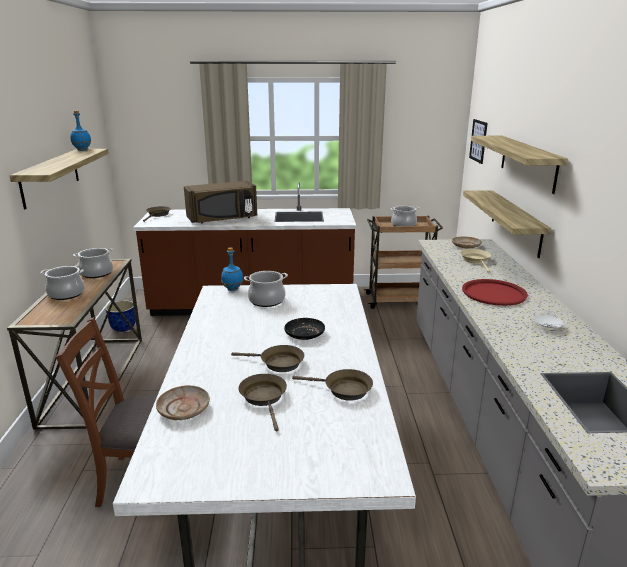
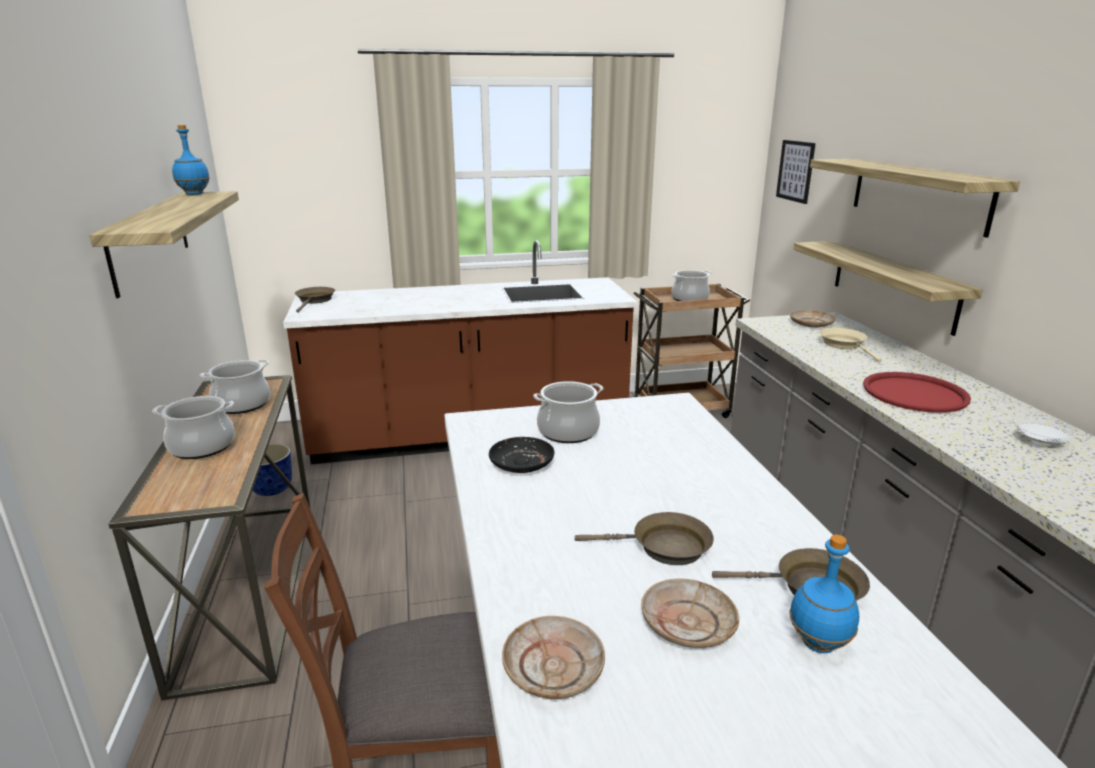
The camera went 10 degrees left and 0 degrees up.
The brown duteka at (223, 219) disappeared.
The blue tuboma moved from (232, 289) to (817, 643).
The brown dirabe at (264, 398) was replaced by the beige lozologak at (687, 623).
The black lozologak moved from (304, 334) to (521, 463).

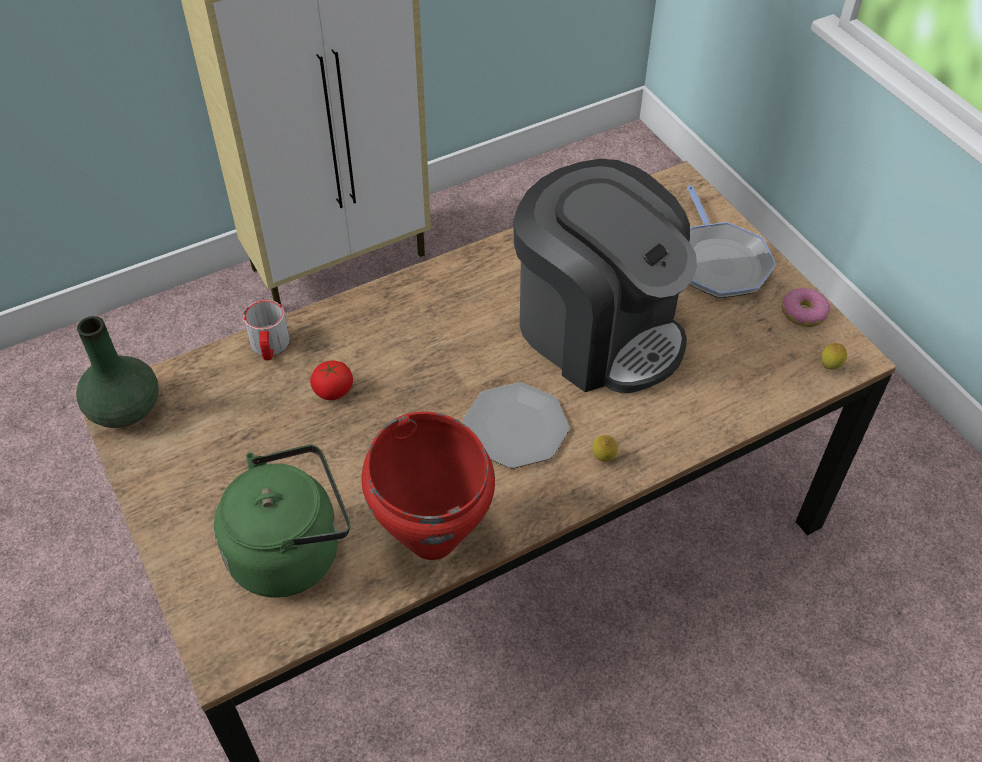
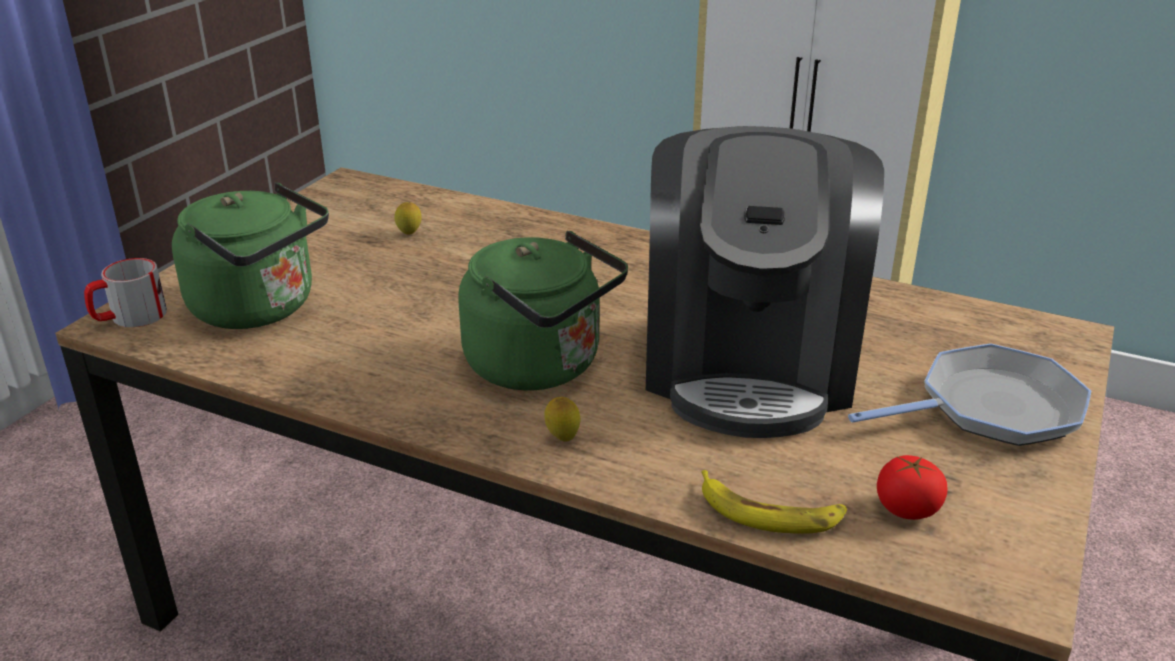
The camera went 55 degrees right and 20 degrees down.
The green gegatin at (125, 408) disappeared.
The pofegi moved from (269, 346) to (129, 317).
The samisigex moved from (333, 391) to (907, 509).
The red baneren at (433, 537) disappeared.
The lozologak at (516, 427) was replaced by the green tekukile at (541, 366).
The dirabe at (718, 262) turned 150 degrees counterclockwise.
The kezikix at (803, 313) disappeared.
The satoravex moved from (830, 367) to (409, 234).
The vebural at (769, 512) appeared.

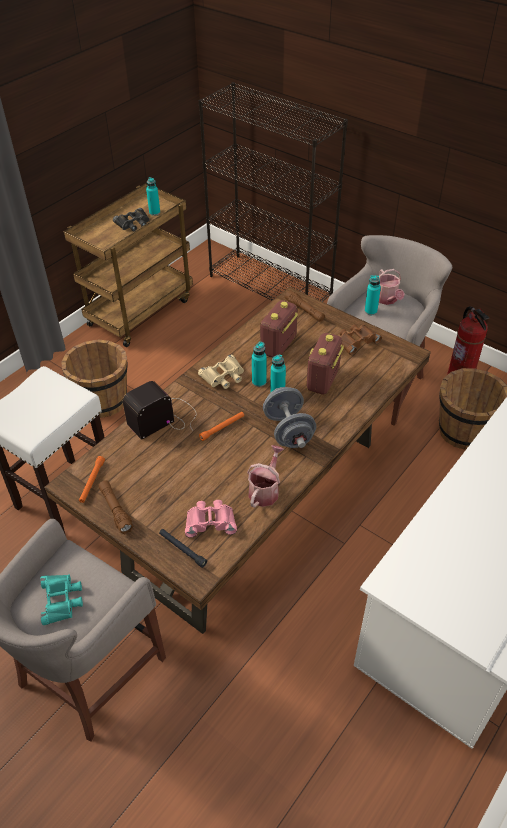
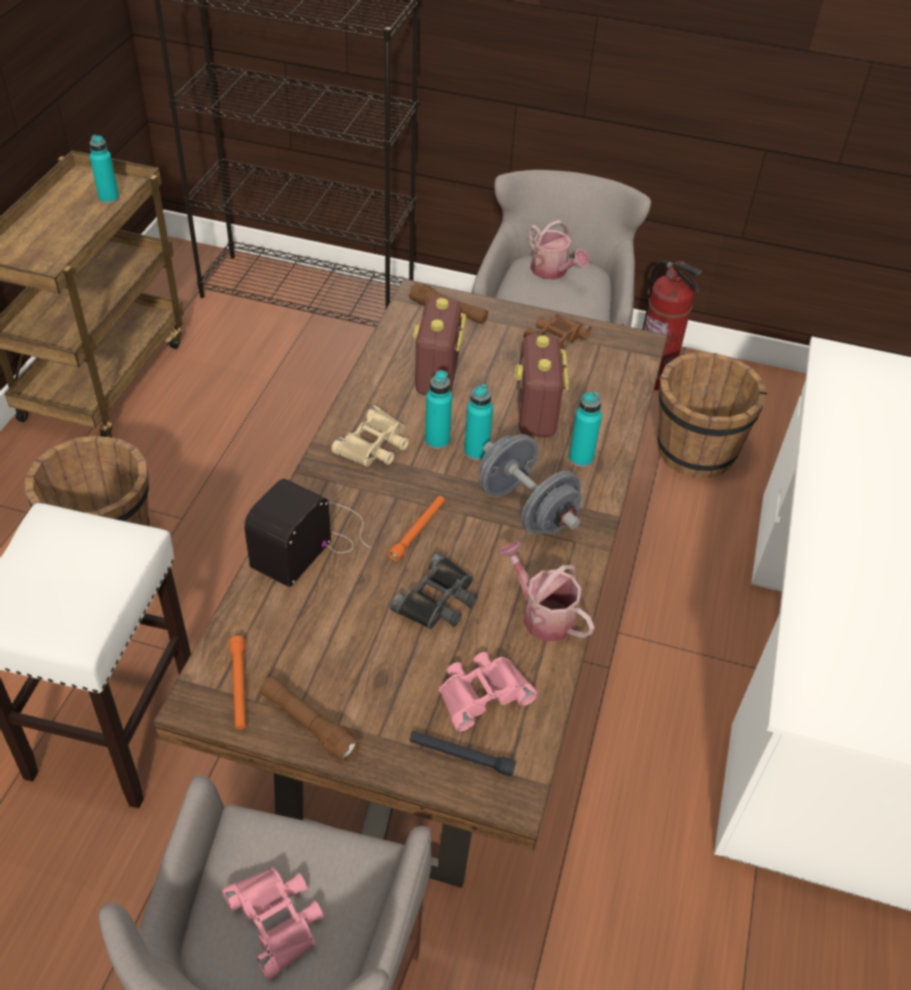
The camera went 25 degrees left and 0 degrees up.
The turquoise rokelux at (61, 600) became the pink rokelux at (277, 919).
The black rokelux moved from (133, 223) to (438, 600).
The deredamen at (265, 490) turned 45 degrees counterclockwise.
The turquoise tuboma moved from (370, 311) to (581, 458).

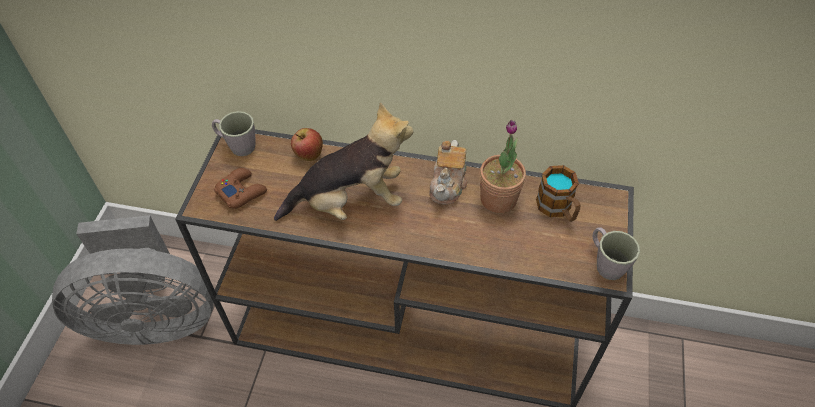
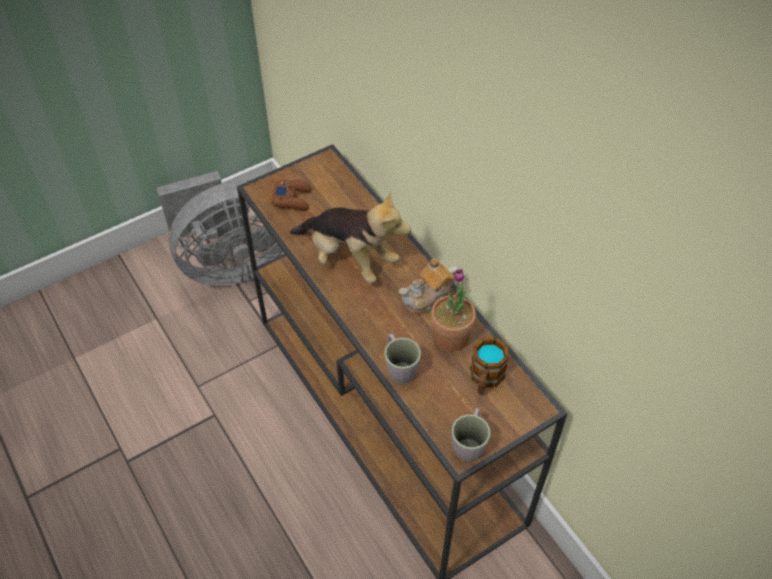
The camera went 45 degrees right and 0 degrees up.
The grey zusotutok at (154, 317) turned 60 degrees counterclockwise.
The grey pofegi moved from (237, 145) to (399, 367).
The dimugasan at (308, 155) disappeared.

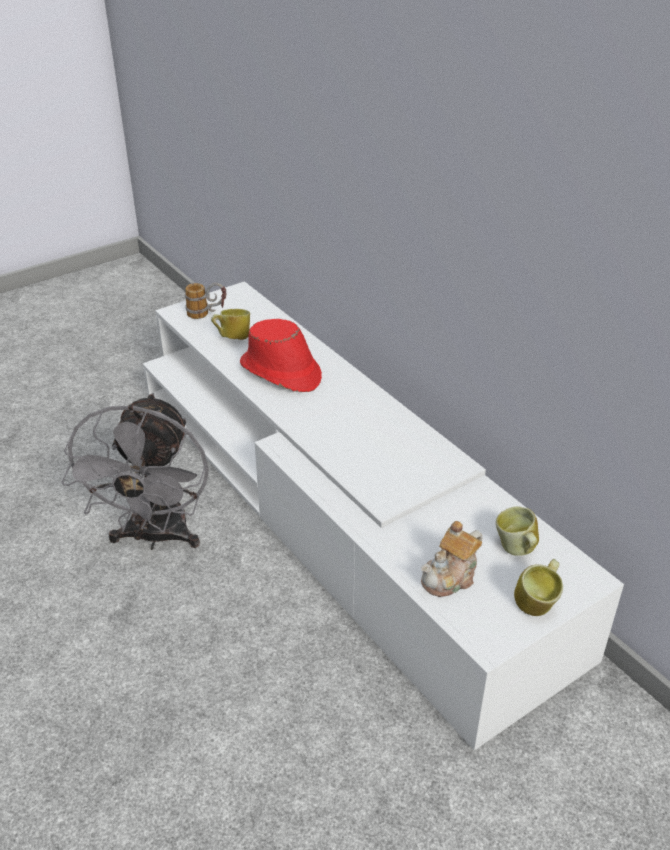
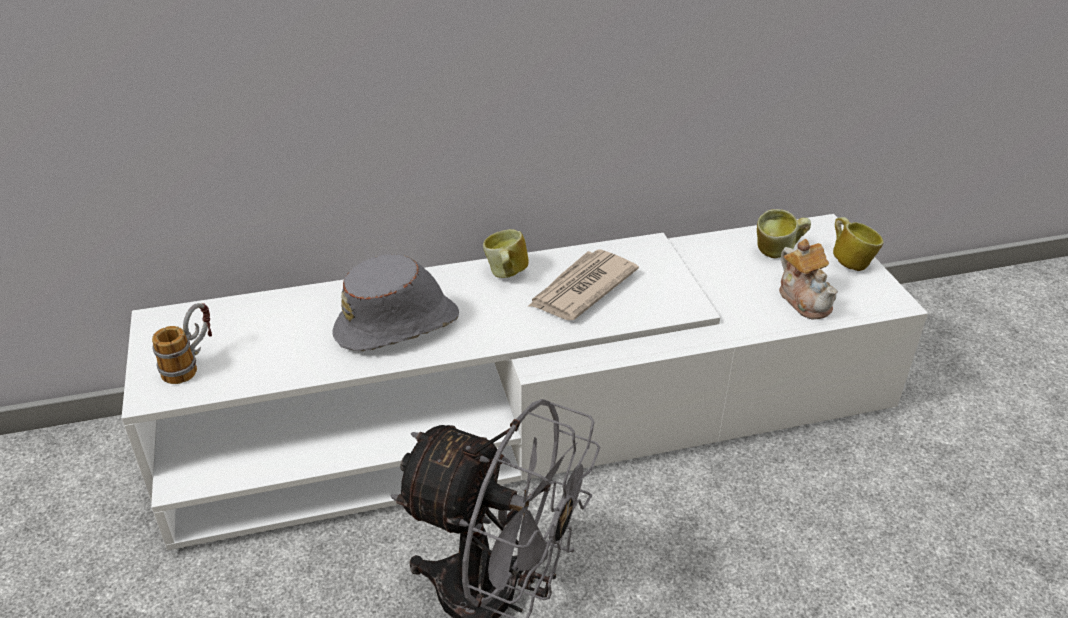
The camera went 70 degrees left and 0 degrees up.
The pofegi moved from (232, 338) to (505, 275).
The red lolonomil at (281, 373) became the grey lolonomil at (398, 325).
The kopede at (581, 289) appeared.

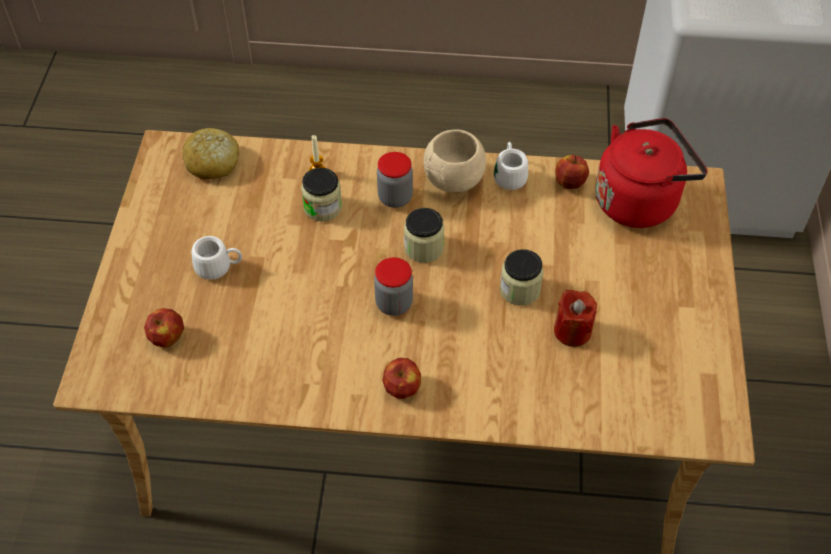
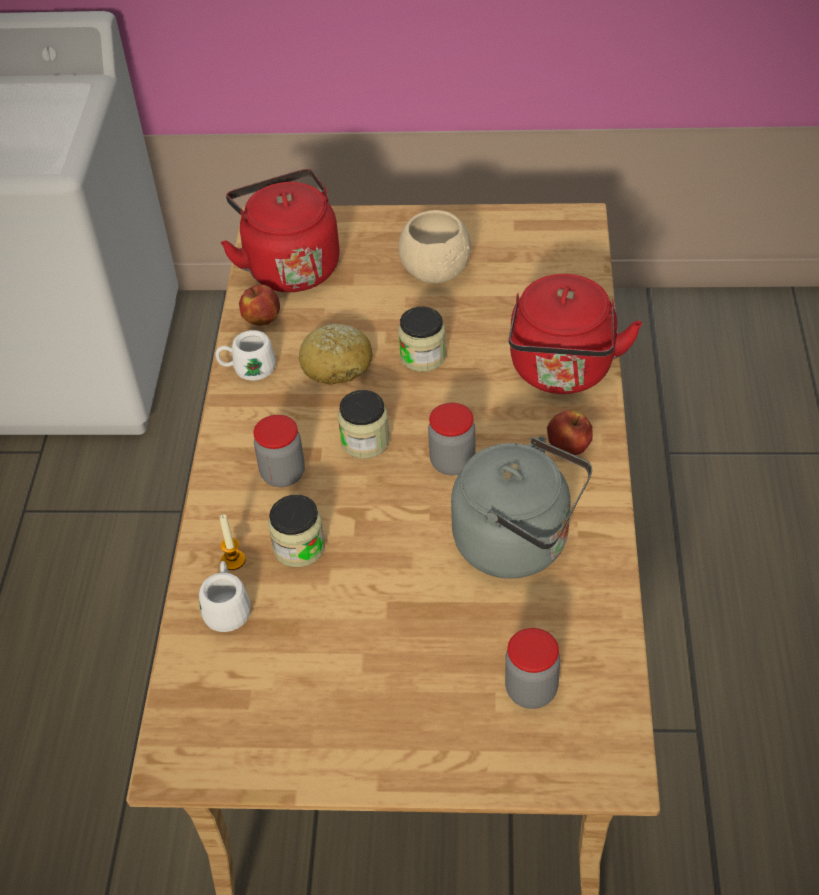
The camera went 90 degrees left and 5 degrees down.
The dimugasan at (168, 337) was replaced by the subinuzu at (531, 690).
The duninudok moved from (212, 162) to (337, 364).
The white pofegi moved from (219, 267) to (227, 607).
The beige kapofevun moved from (454, 180) to (436, 271).
The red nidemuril at (572, 331) disappeared.
The grey tekukile at (519, 543) appeared.
The red tekukile at (562, 372) appeared.

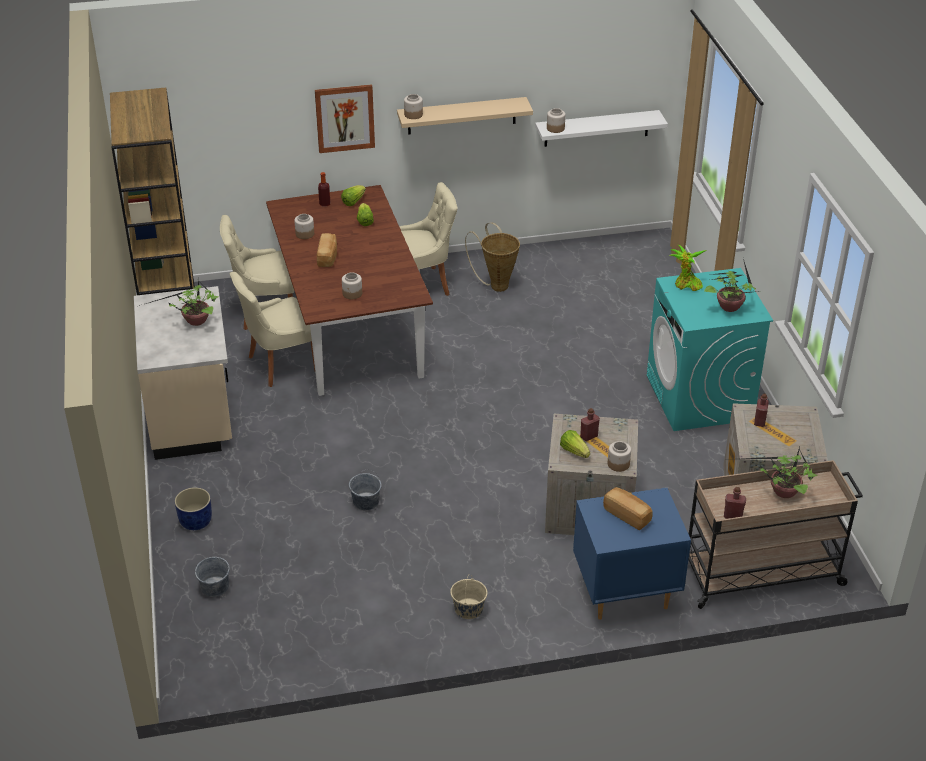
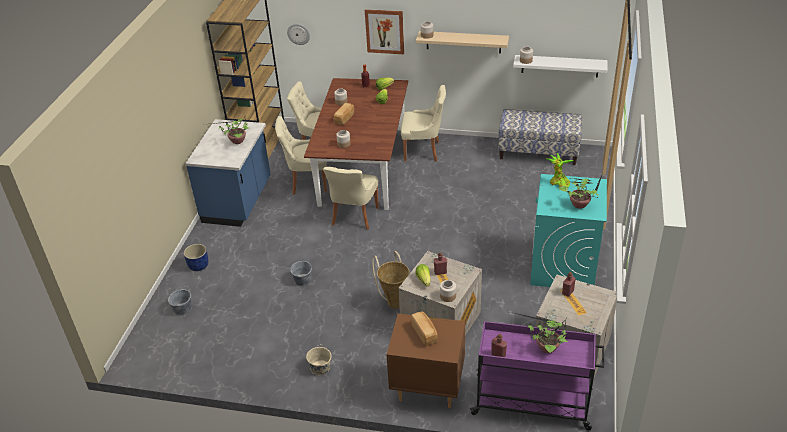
The camera went 25 degrees right and 0 degrees up.
The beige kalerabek at (192, 416) became the blue kalerabek at (238, 201).
The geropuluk moved from (496, 284) to (394, 301).
The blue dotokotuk at (625, 594) became the brown dotokotuk at (427, 388).
The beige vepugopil at (762, 573) became the purple vepugopil at (533, 403).
The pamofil at (298, 33) appeared.
The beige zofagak at (354, 217) appeared.
The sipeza at (538, 152) appeared.

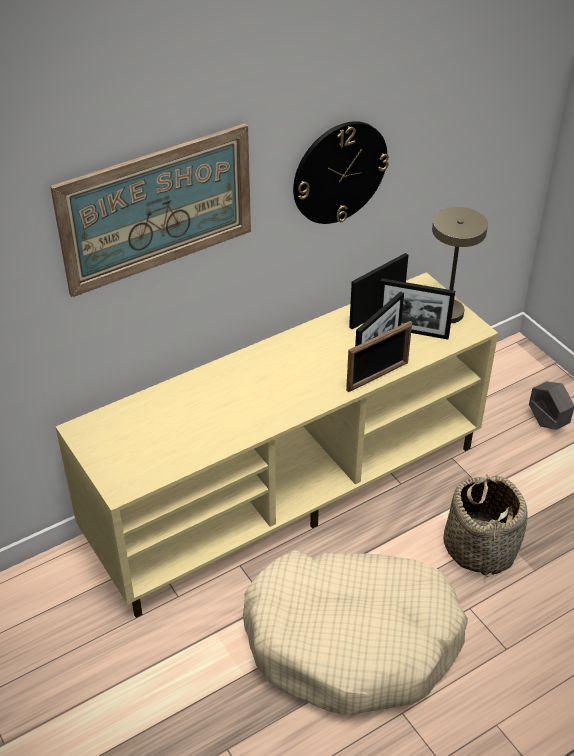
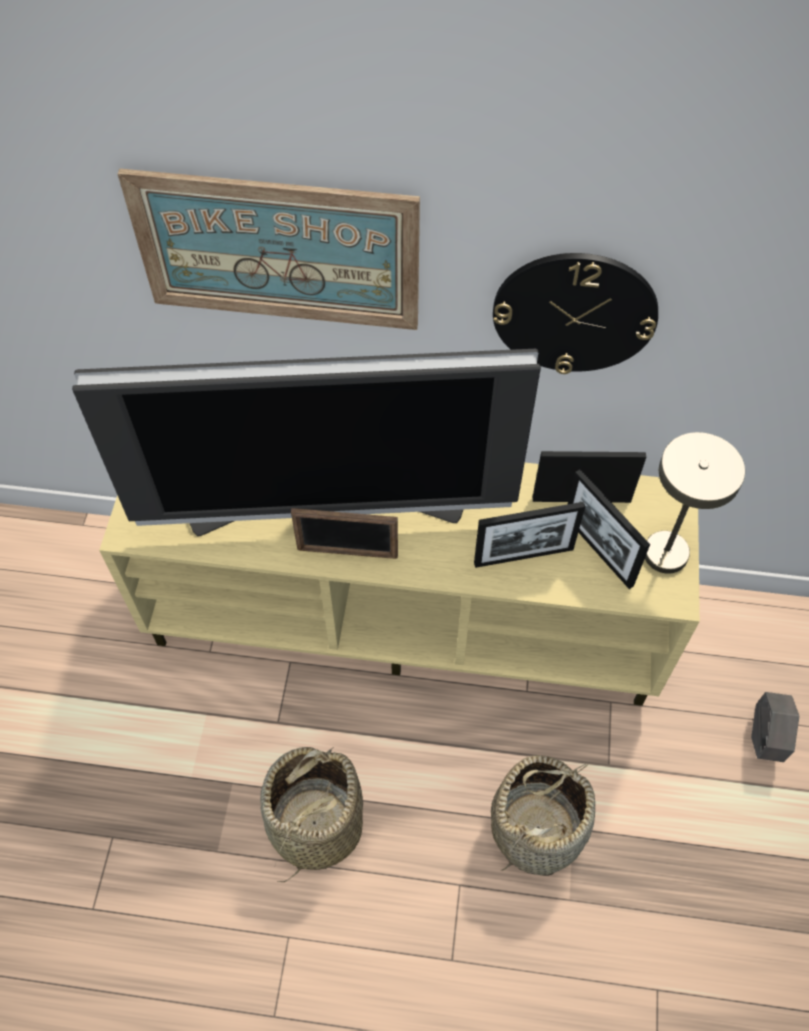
The camera went 40 degrees right and 15 degrees up.
The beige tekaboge at (352, 641) was replaced by the geropuluk at (315, 824).
The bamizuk moved from (377, 376) to (347, 552).
The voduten at (327, 508) appeared.

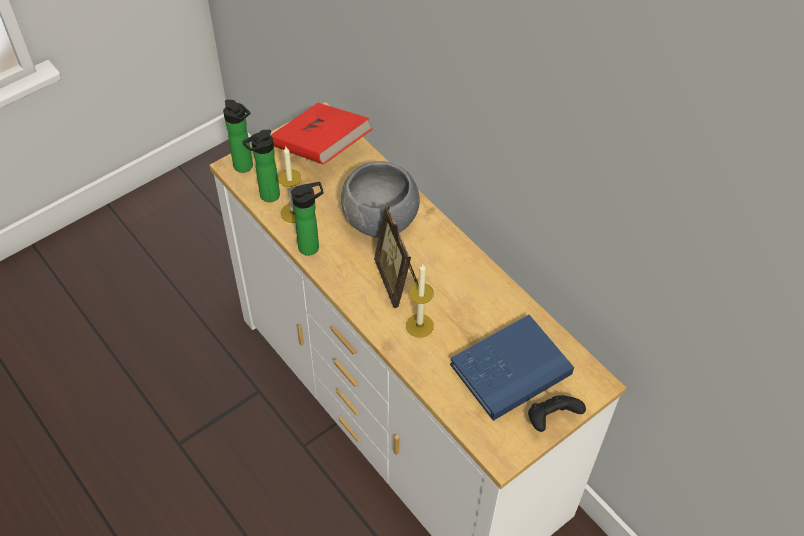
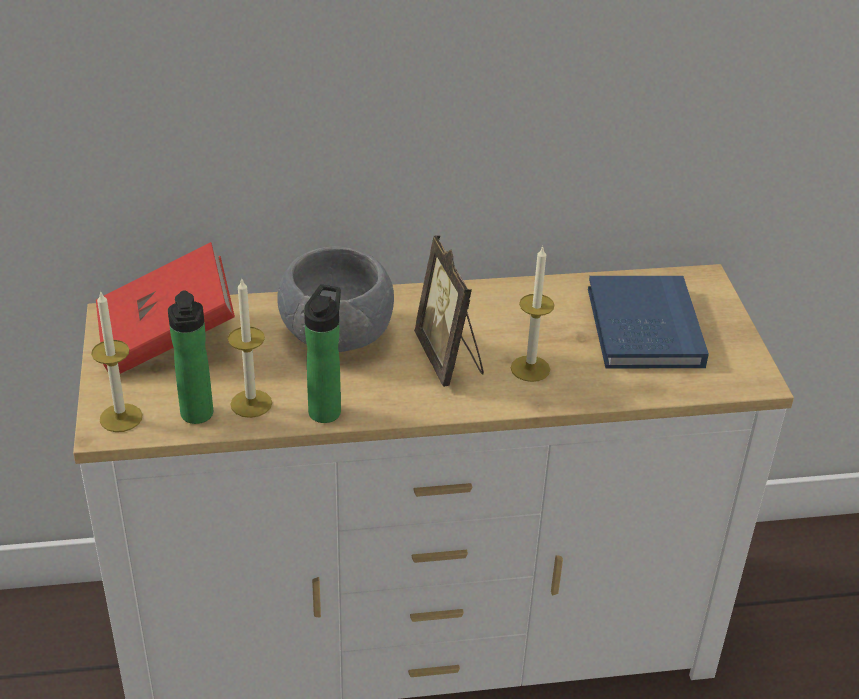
The camera went 60 degrees left and 15 degrees down.
The tuboma at (245, 167) was replaced by the nidemuril at (121, 418).
The bamizuk at (399, 281) turned 60 degrees clockwise.
The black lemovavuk at (551, 419) disappeared.

